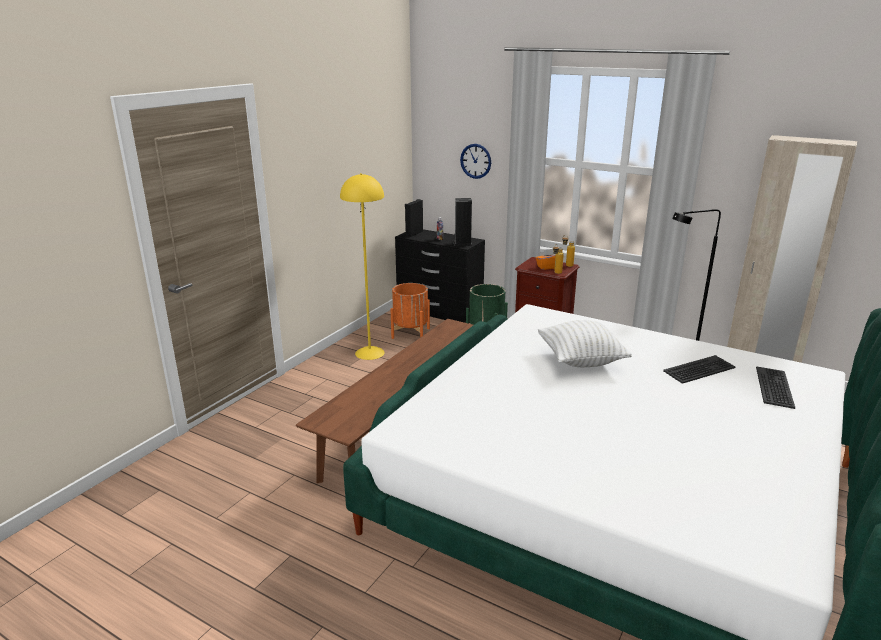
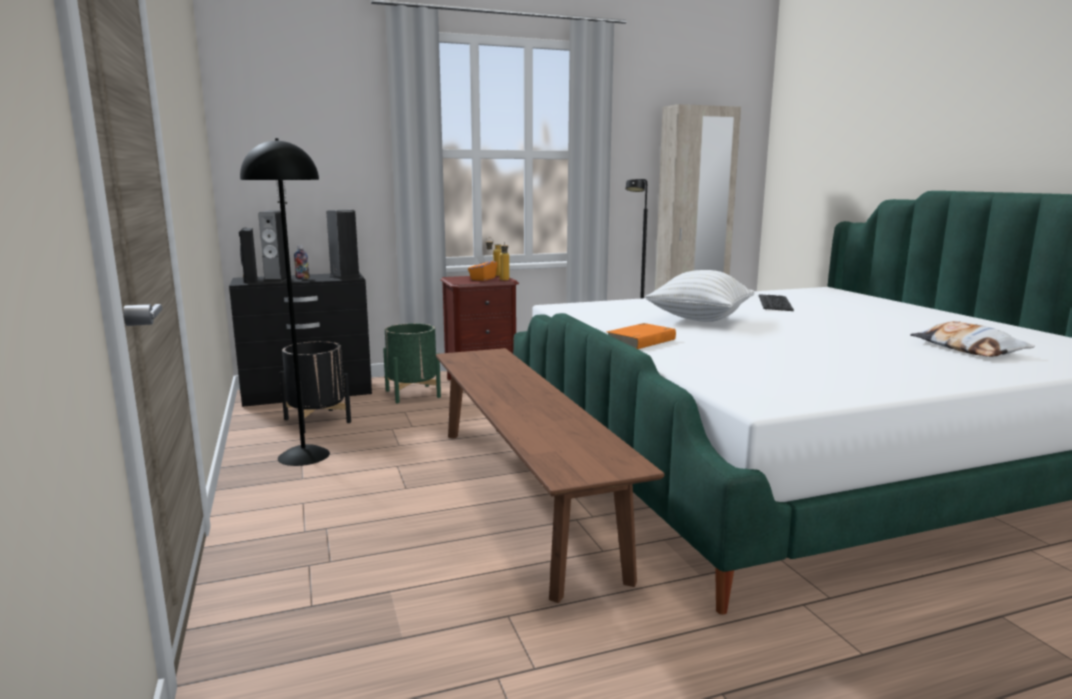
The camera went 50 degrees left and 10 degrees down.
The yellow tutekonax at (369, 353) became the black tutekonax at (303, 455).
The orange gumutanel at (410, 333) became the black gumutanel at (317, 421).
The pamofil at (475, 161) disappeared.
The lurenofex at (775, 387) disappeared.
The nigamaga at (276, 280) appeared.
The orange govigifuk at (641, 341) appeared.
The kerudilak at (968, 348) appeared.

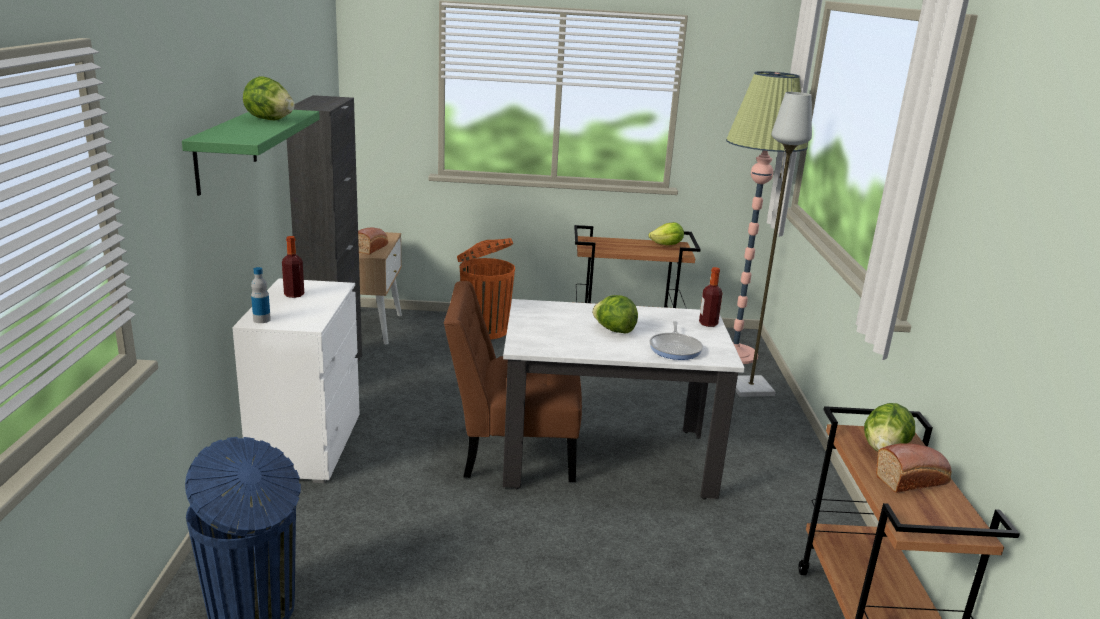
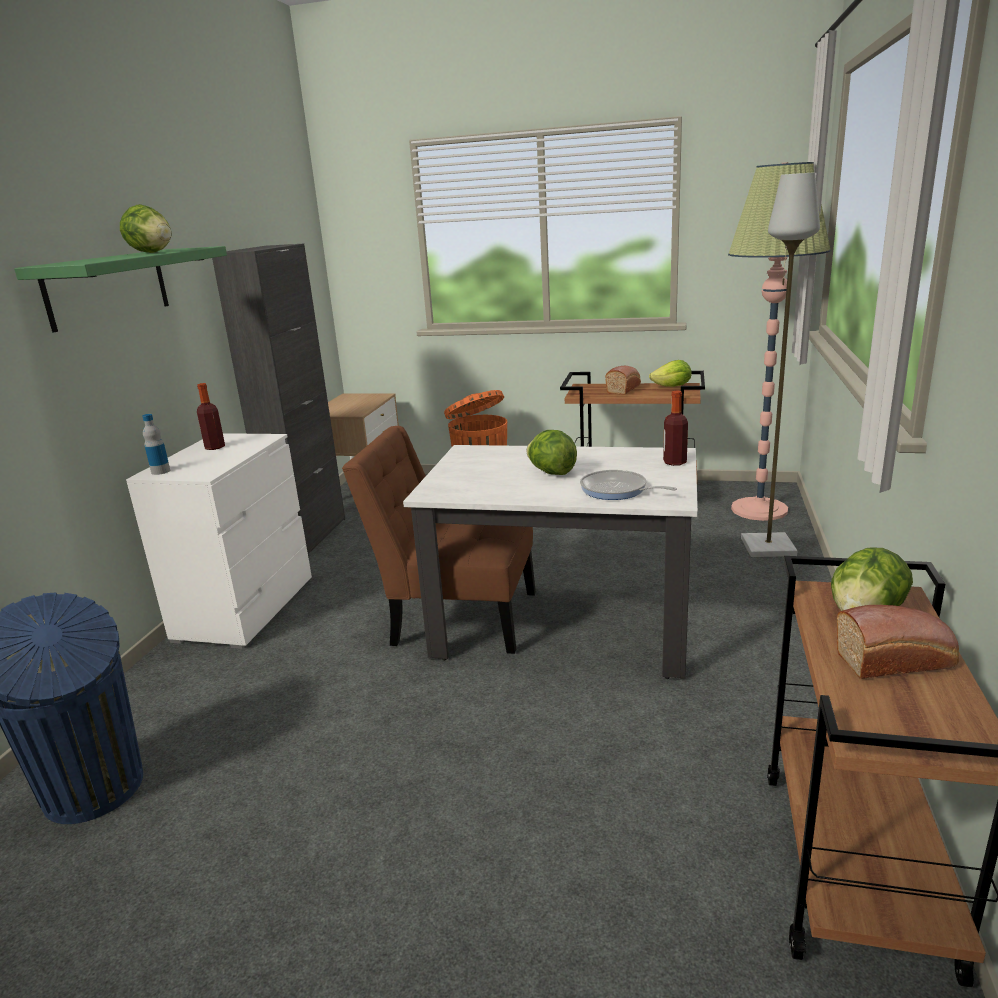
The camera went 15 degrees right and 0 degrees up.
The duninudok moved from (372, 248) to (624, 389).
The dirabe at (675, 348) turned 105 degrees clockwise.

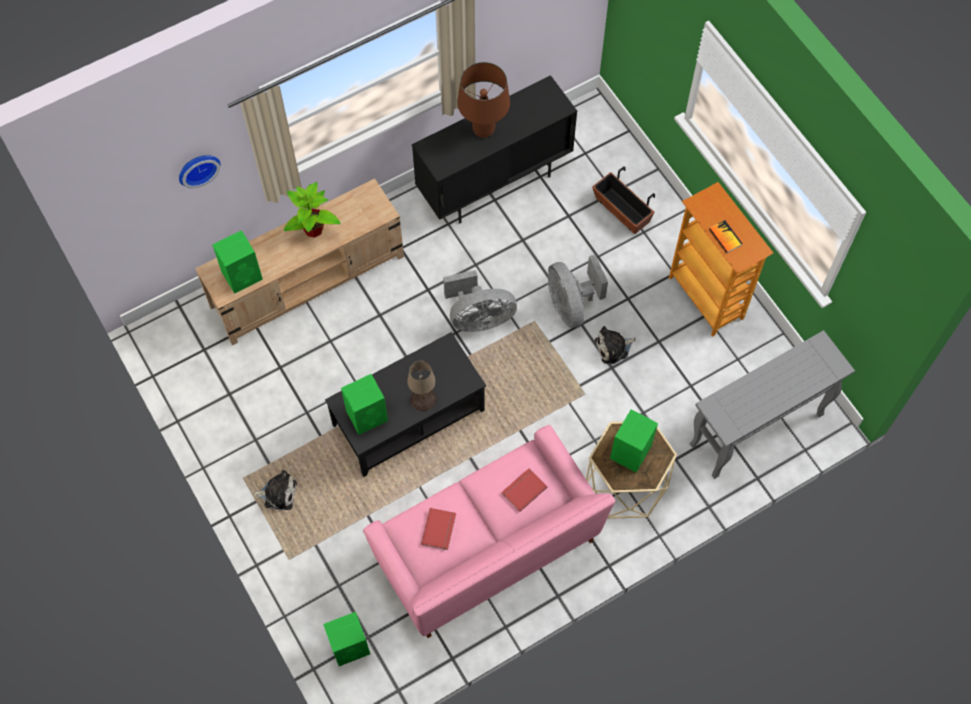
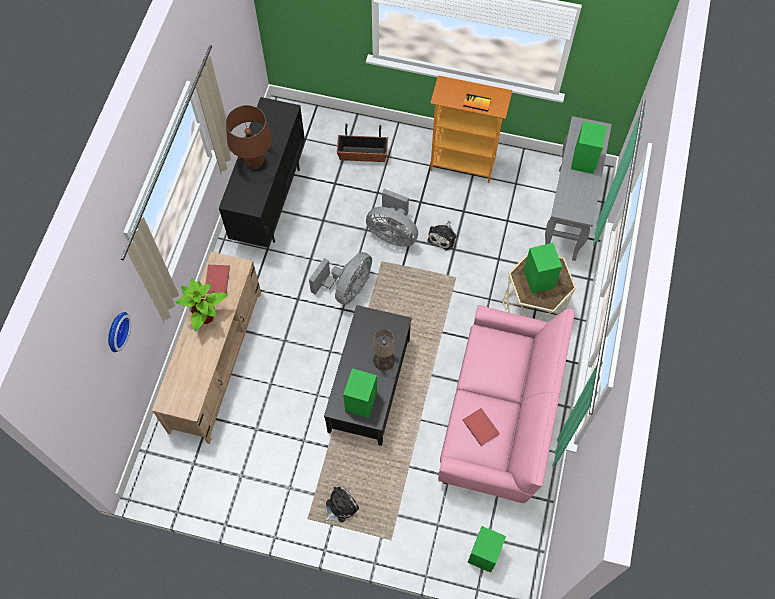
The camera went 45 degrees left and 0 degrees up.
The green nigamaga moved from (243, 275) to (584, 160).
The red govigifuk moved from (523, 490) to (216, 280).

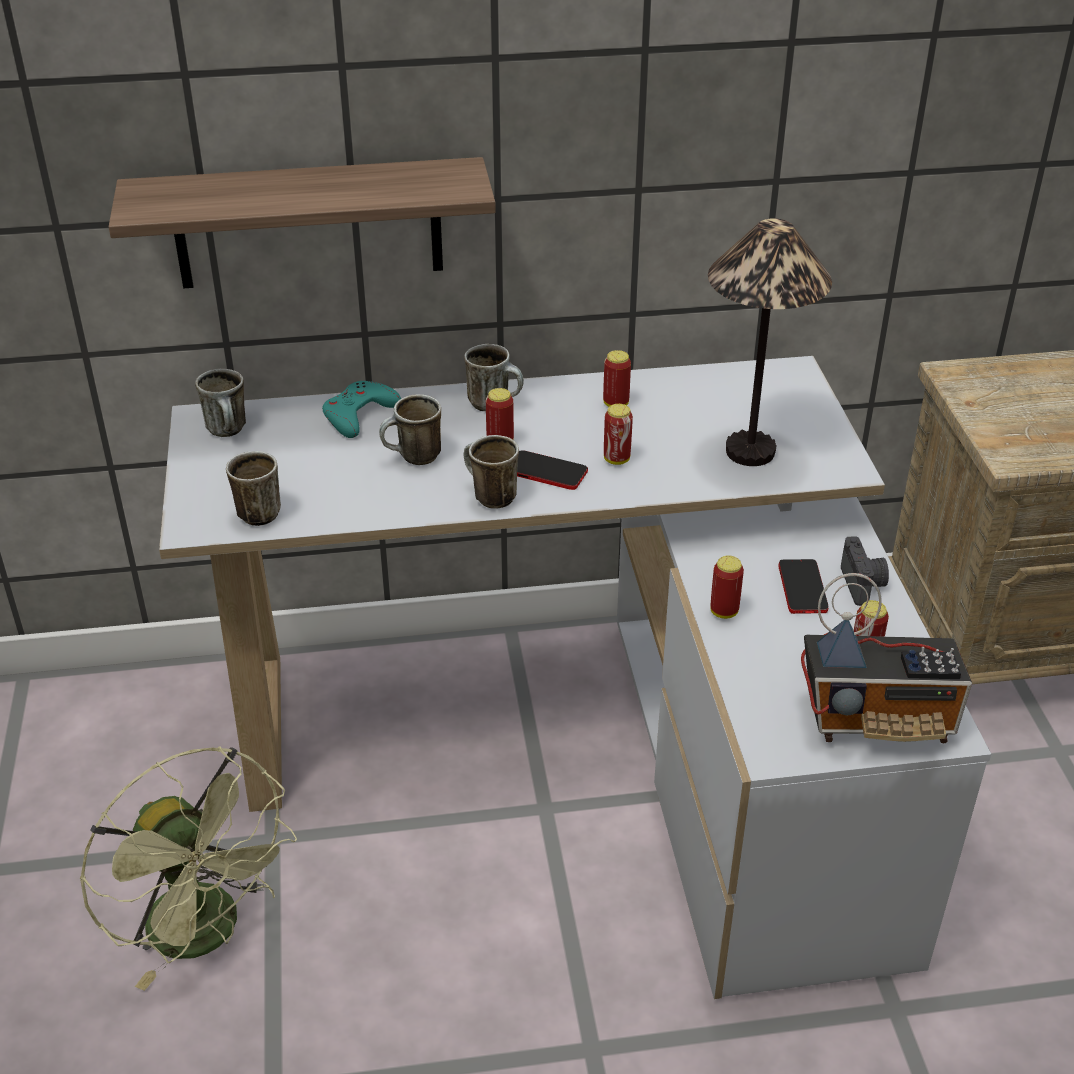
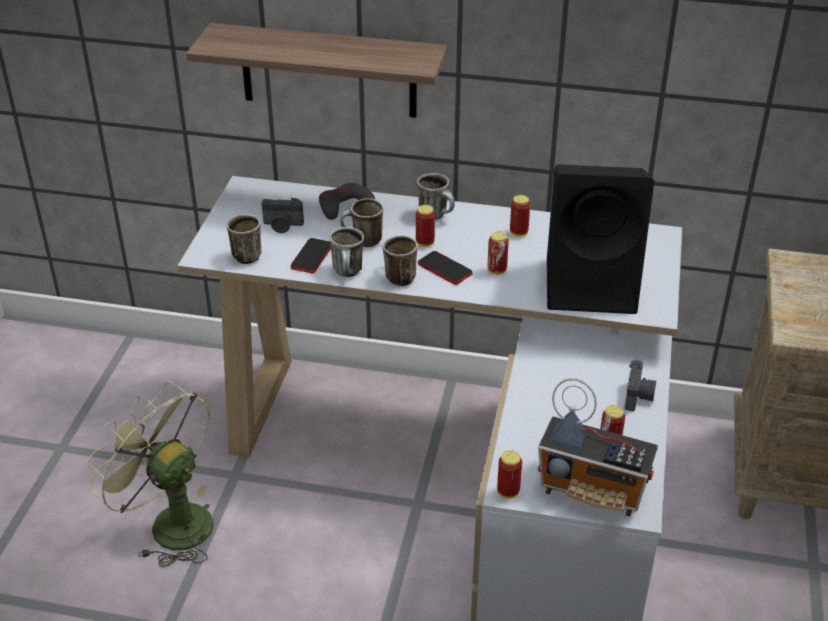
The camera went 20 degrees right and 0 degrees up.
The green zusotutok at (207, 934) turned 150 degrees clockwise.
The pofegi moved from (230, 432) to (349, 273).
The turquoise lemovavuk at (359, 415) became the grey lemovavuk at (344, 205).
The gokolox at (750, 451) was replaced by the black nigamaga at (593, 285).
The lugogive moved from (724, 611) to (508, 491).
The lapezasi moved from (802, 588) to (312, 256).
The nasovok at (282, 226) appeared.

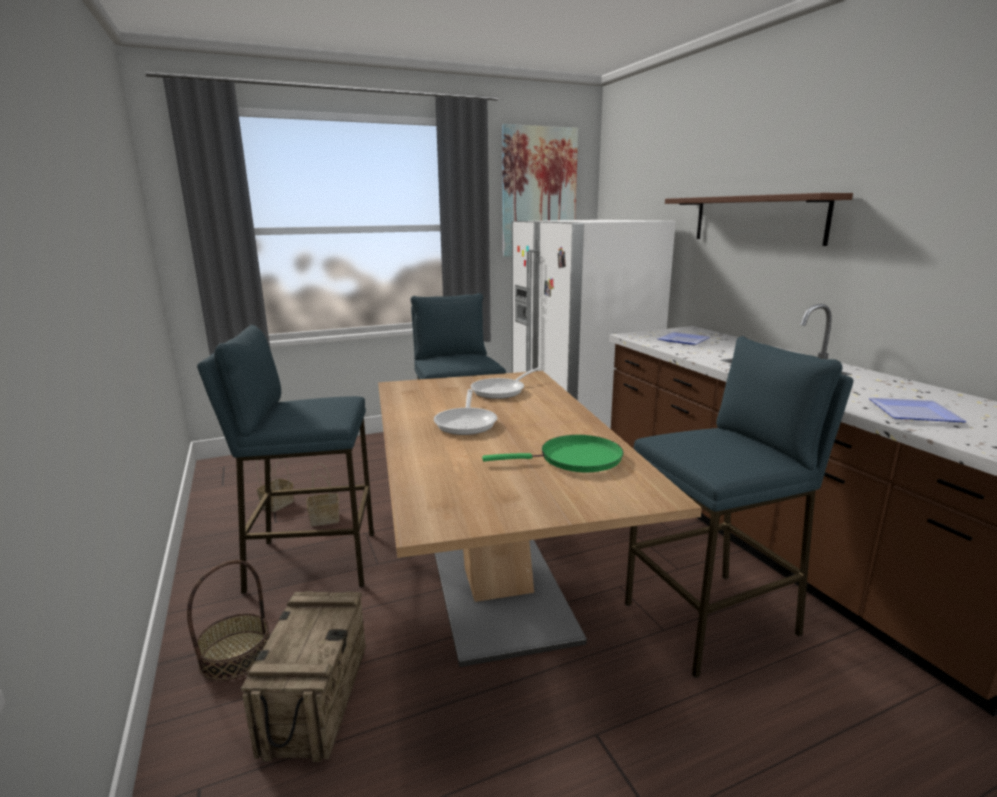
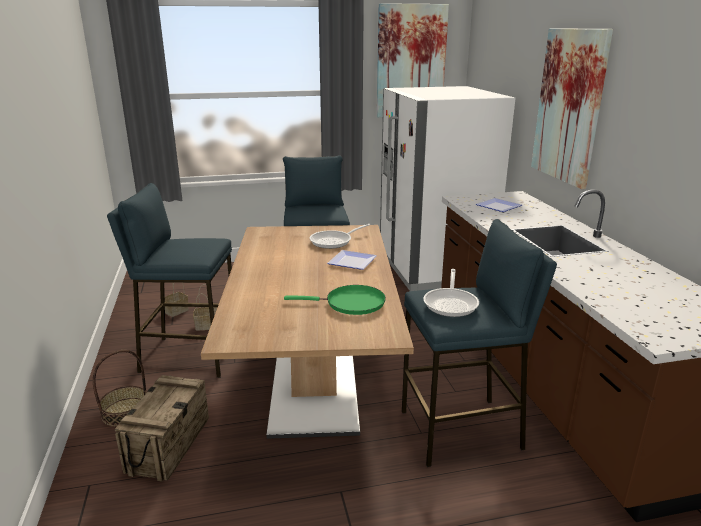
The camera went 10 degrees right and 5 degrees up.
The dirabe moved from (466, 423) to (451, 303).
The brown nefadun at (757, 219) was replaced by the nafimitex at (569, 106).
The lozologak moved from (912, 414) to (350, 262).

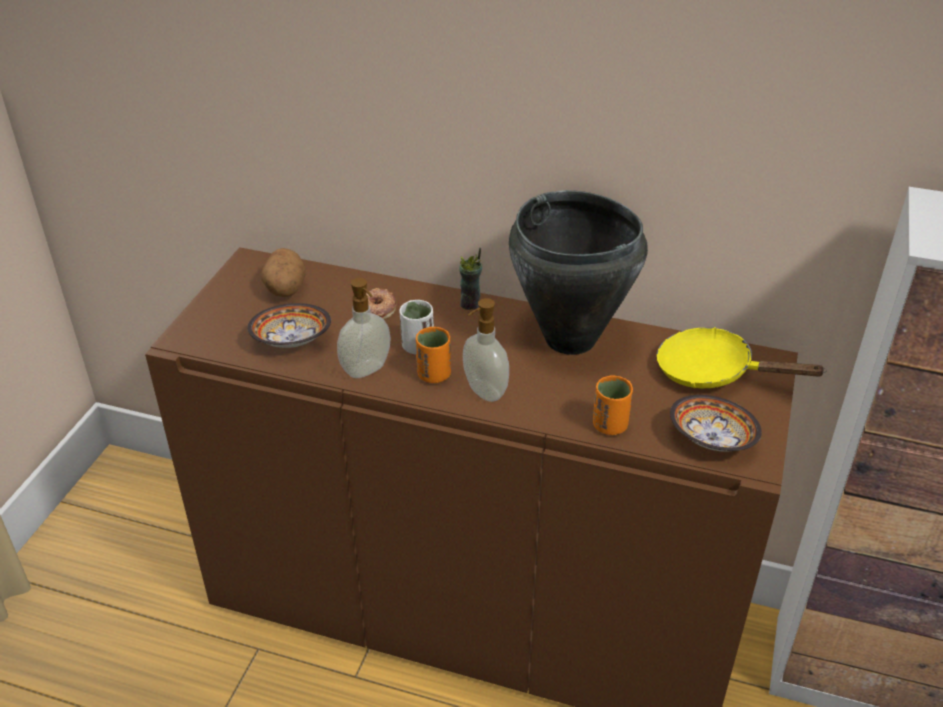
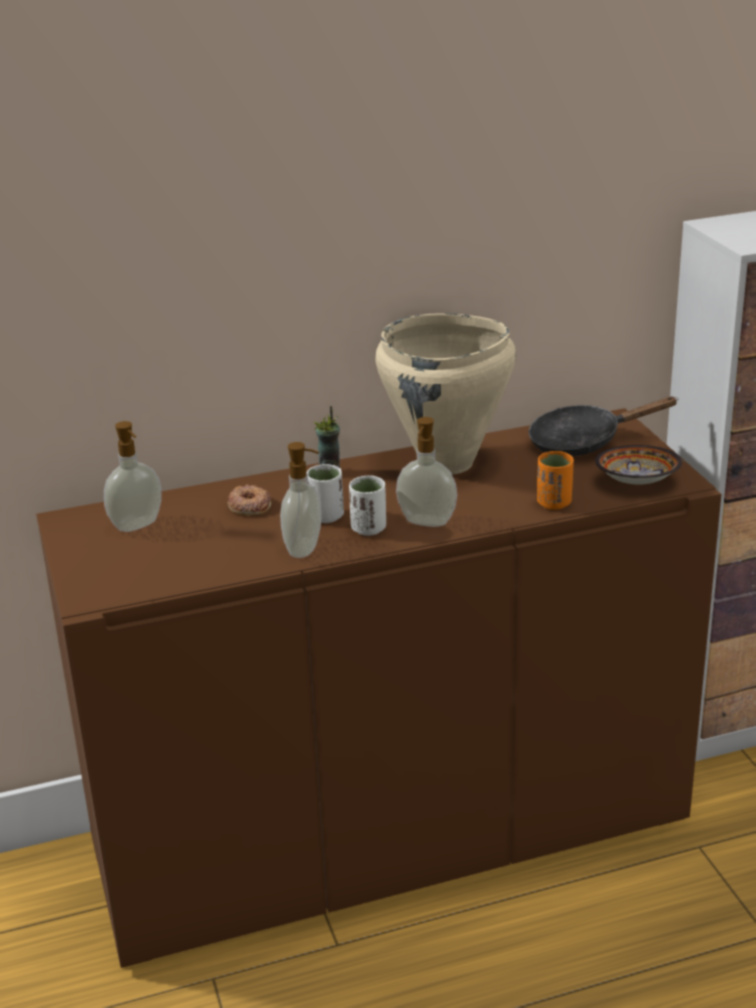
The camera went 35 degrees left and 10 degrees down.
The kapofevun at (293, 342) disappeared.
The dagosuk at (285, 290) was replaced by the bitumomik at (137, 525).
The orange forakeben at (434, 375) became the white forakeben at (368, 529).
The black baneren at (570, 339) became the beige baneren at (447, 463).
The yellow dirabe at (713, 372) became the black dirabe at (583, 442).

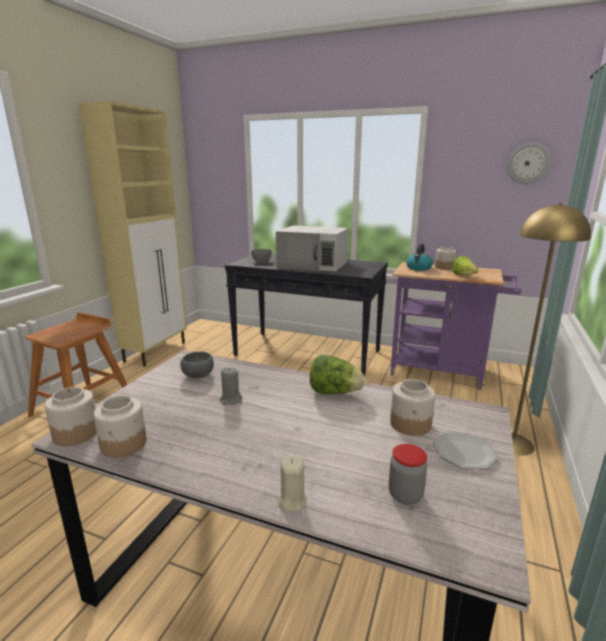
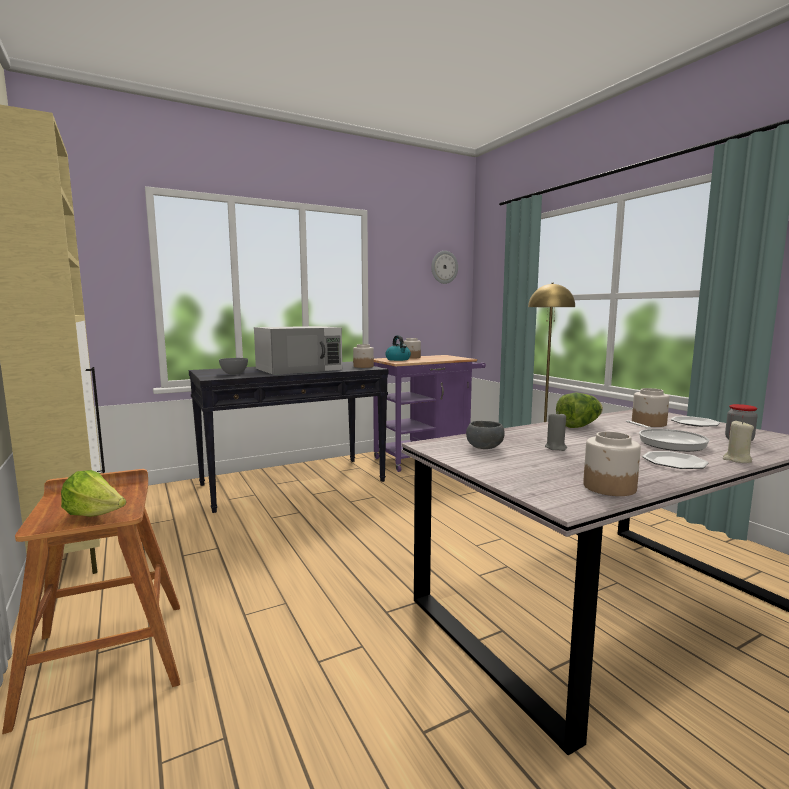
The camera went 50 degrees left and 10 degrees down.
The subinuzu moved from (76, 433) to (363, 366).
The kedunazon moved from (464, 276) to (96, 516).
The dirabe at (668, 443) appeared.
The lozologak at (675, 462) appeared.

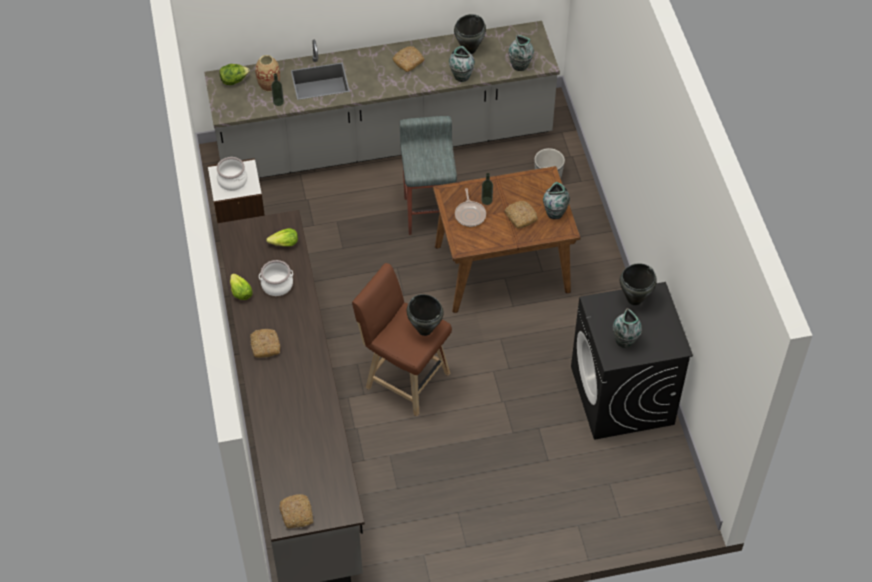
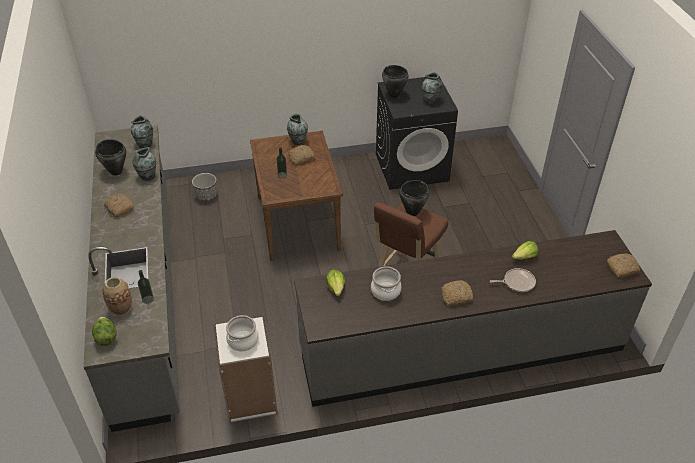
The camera went 90 degrees left and 10 degrees down.
The kedunazon moved from (240, 292) to (524, 257).
The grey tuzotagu at (429, 213) disappeared.
The dirabe moved from (470, 214) to (517, 282).

